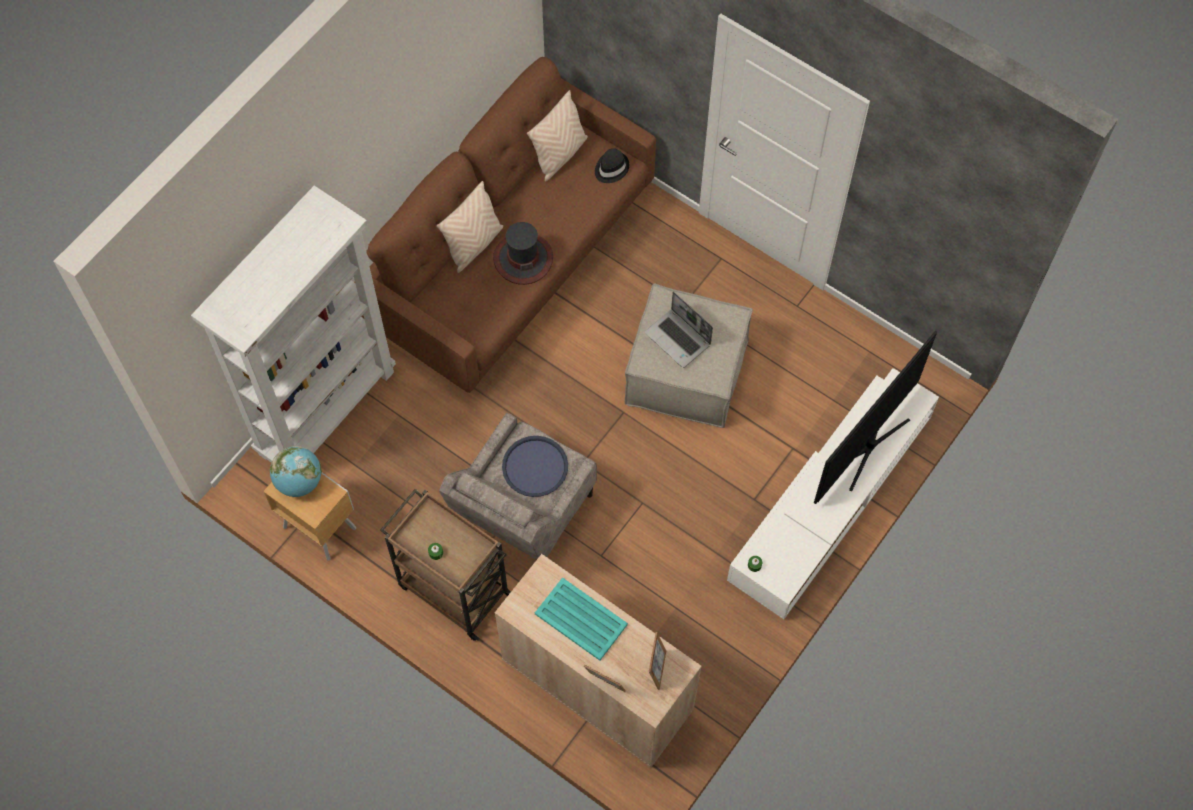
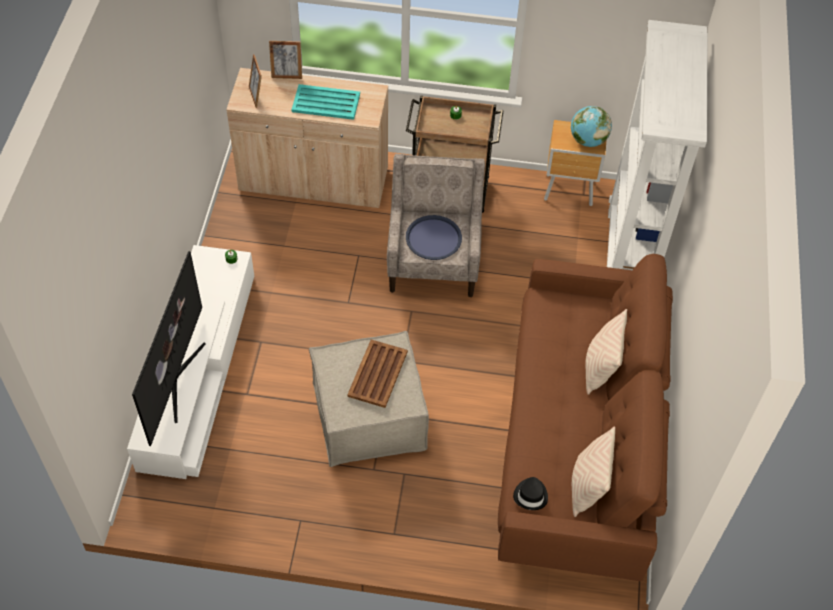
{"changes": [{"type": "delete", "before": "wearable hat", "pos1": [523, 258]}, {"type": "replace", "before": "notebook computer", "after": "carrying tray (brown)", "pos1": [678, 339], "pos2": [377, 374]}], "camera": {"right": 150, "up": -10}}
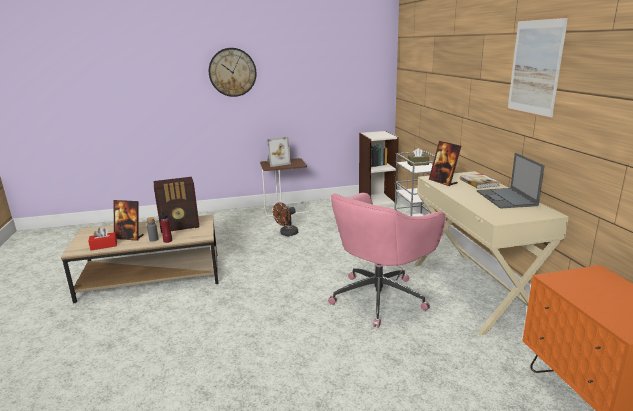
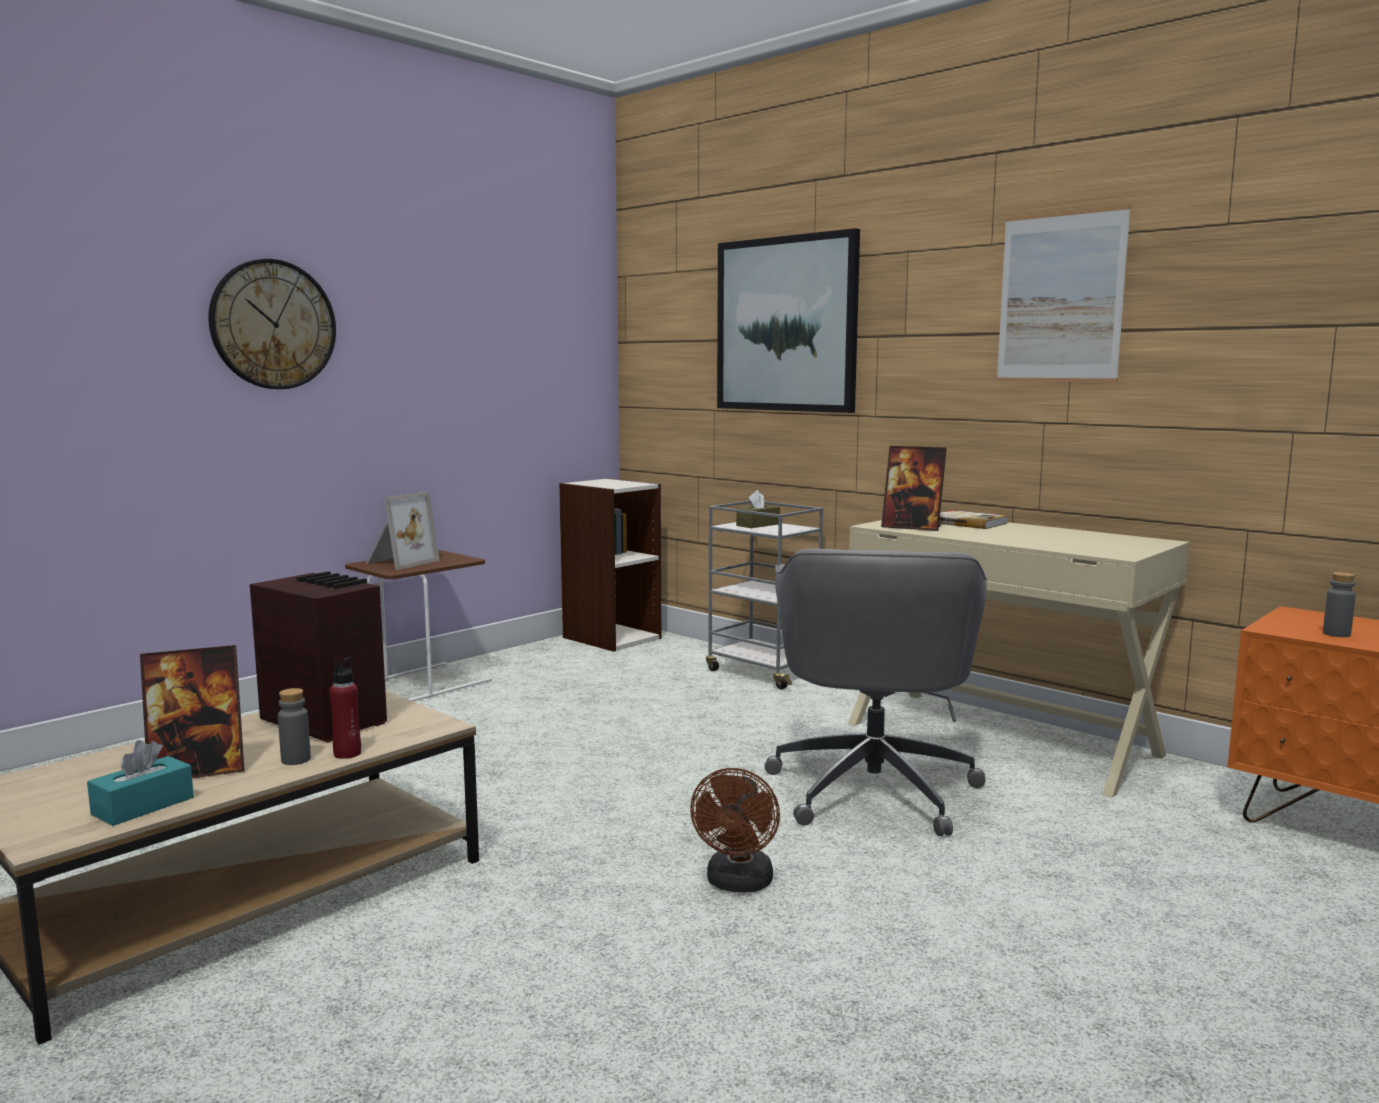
{"changes": [{"type": "delete", "before": "notebook computer", "pos1": [506, 198]}, {"type": "insert", "after": "wall picture", "pos2": [786, 324]}, {"type": "insert", "after": "drink bottle (greyish)", "pos2": [1336, 634]}, {"type": "move", "before": "cooling fan (brown)", "pos1": [286, 234], "pos2": [738, 884]}, {"type": "recolor", "before": "tissue holder (red-coloured)", "after": "tissue holder (turquoise)", "pos1": [104, 246], "pos2": [143, 806]}, {"type": "recolor", "before": "desk chair (pink)", "after": "desk chair (greyish)", "pos1": [380, 297], "pos2": [873, 788]}, {"type": "rotate", "before": "radio receiver", "pos1": [180, 226], "pos2": [324, 720], "turn": -90}], "camera": {"right": -35, "up": -10}}
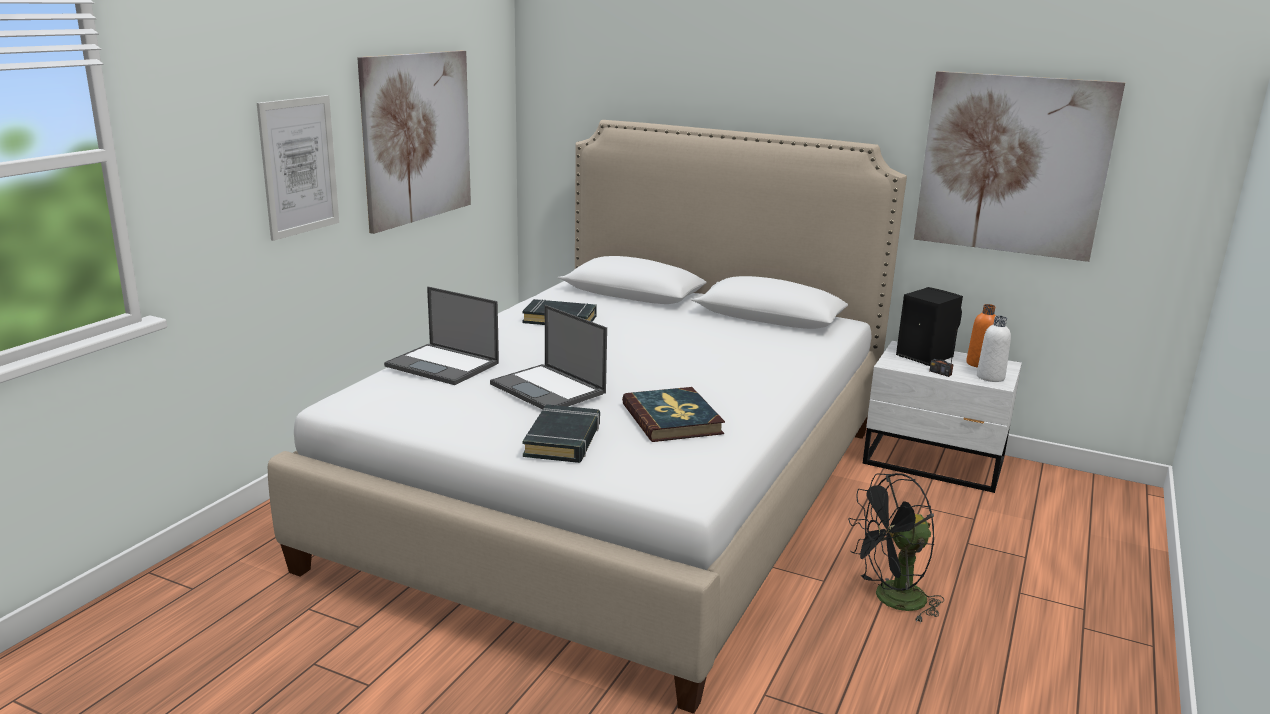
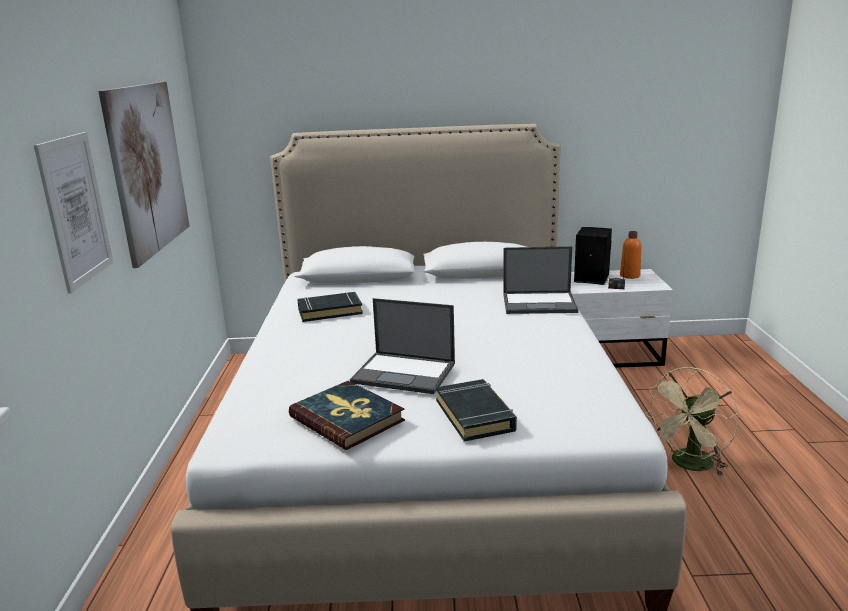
{"changes": [{"type": "delete", "before": "wall picture", "pos1": [1013, 165]}, {"type": "delete", "before": "drink bottle (white)", "pos1": [990, 377]}, {"type": "move", "before": "notebook computer", "pos1": [443, 365], "pos2": [540, 303]}, {"type": "move", "before": "bound book", "pos1": [672, 419], "pos2": [347, 418]}, {"type": "recolor", "before": "cooling fan (black-coloured)", "after": "cooling fan (beige)", "pos1": [891, 600], "pos2": [689, 465]}], "camera": {"right": -25, "up": 0}}
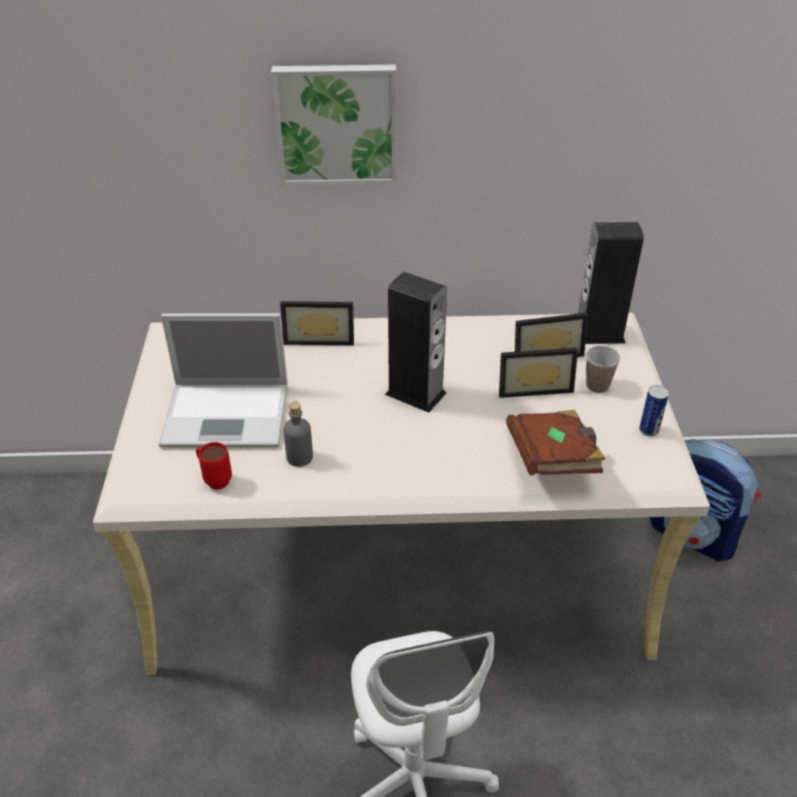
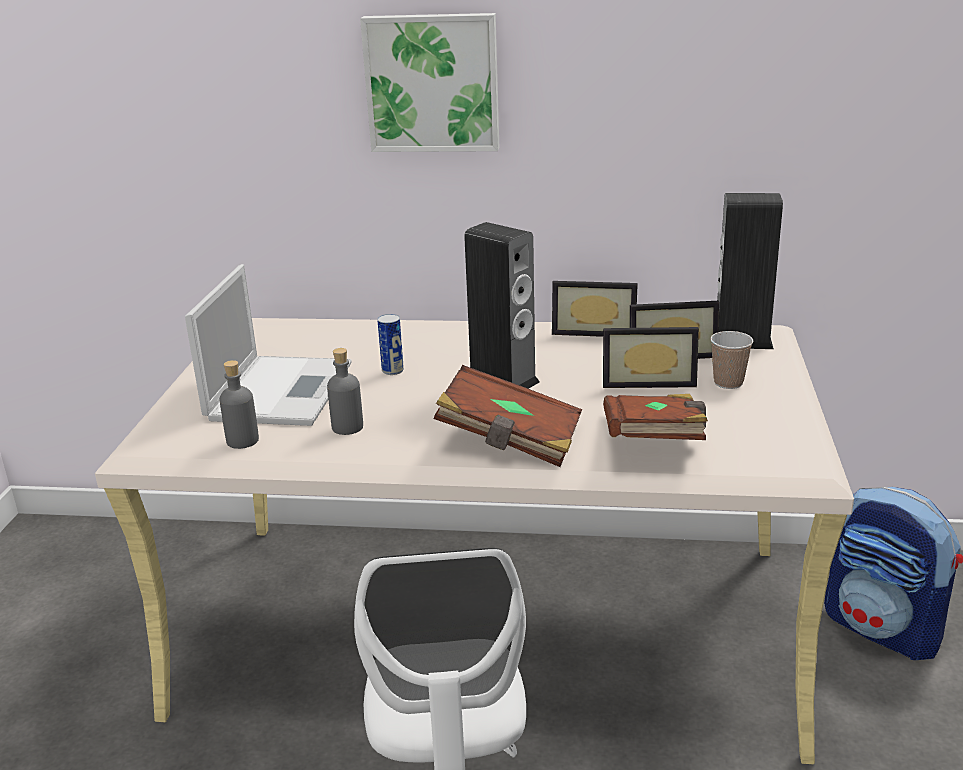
{"changes": [{"type": "insert", "after": "bound book (brown)", "pos2": [510, 441]}, {"type": "move", "before": "picture frame", "pos1": [319, 337], "pos2": [594, 330]}, {"type": "move", "before": "sealed can", "pos1": [648, 430], "pos2": [392, 371]}, {"type": "replace", "before": "coffee mug (red-coloured)", "after": "drink bottle (greyish)", "pos1": [214, 479], "pos2": [242, 440]}, {"type": "rotate", "before": "notebook computer", "pos1": [229, 415], "pos2": [281, 390], "turn": -90}], "camera": {"right": 10, "up": -15}}
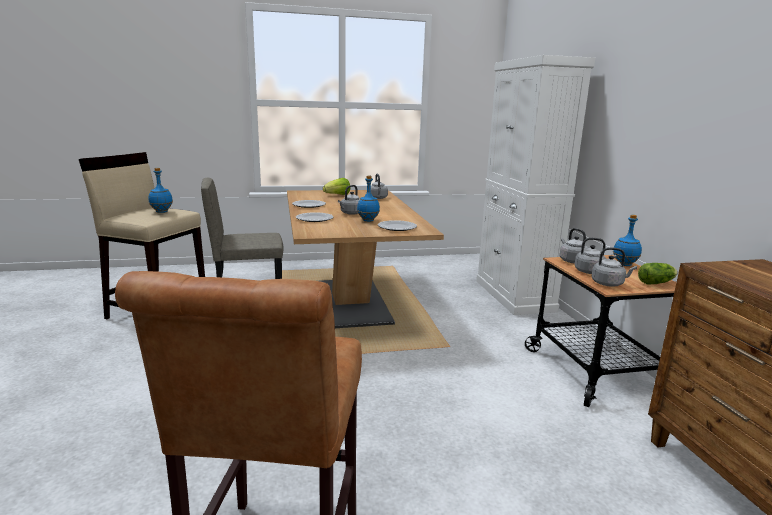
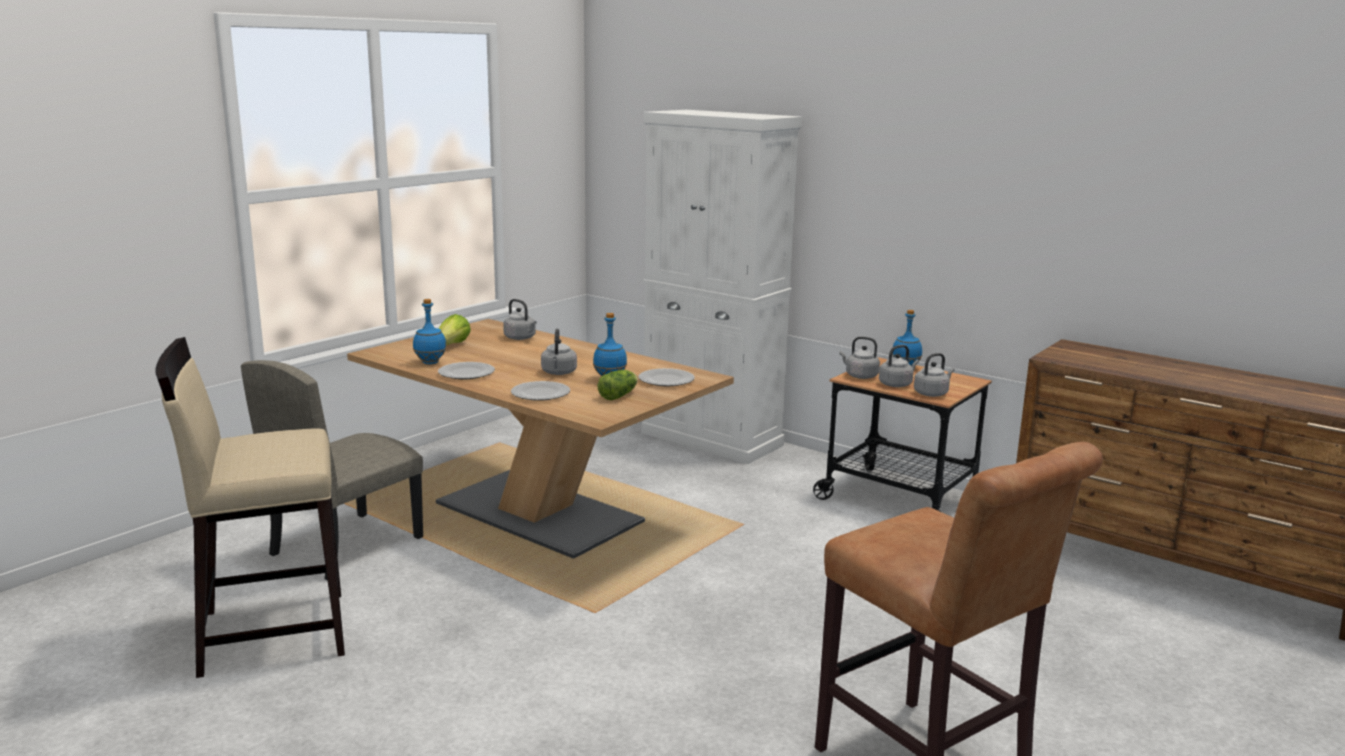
{"changes": [{"type": "move", "before": "drink bottle (blue)", "pos1": [161, 212], "pos2": [430, 363]}, {"type": "move", "before": "head of lettuce", "pos1": [657, 283], "pos2": [619, 395]}], "camera": {"right": -40, "up": 0}}
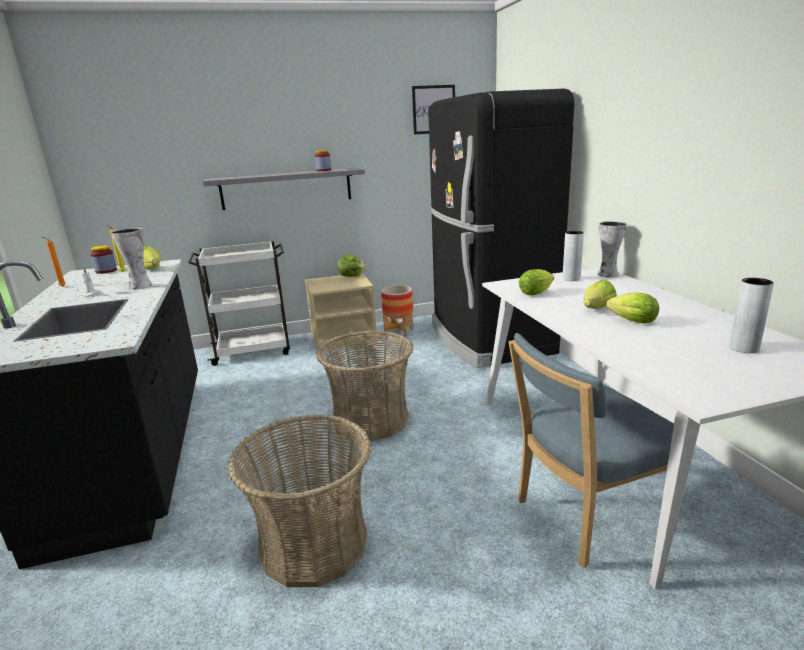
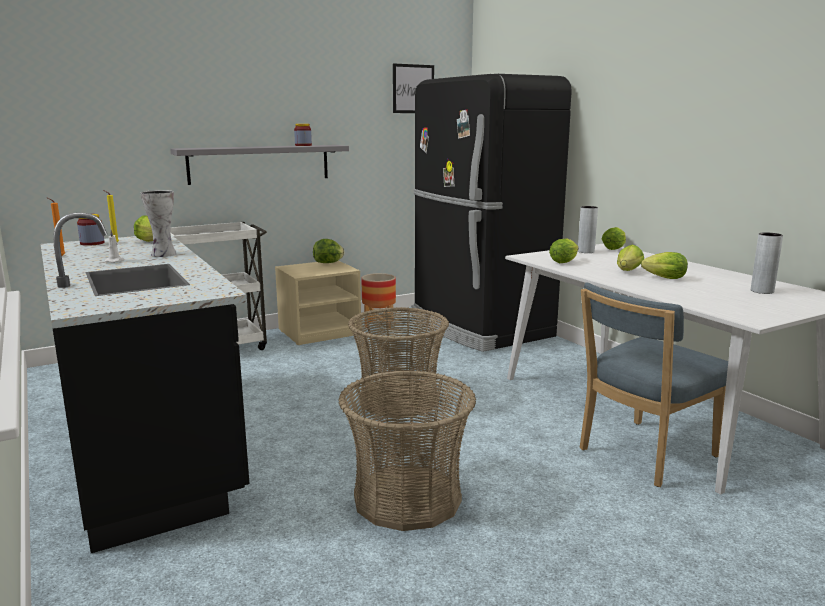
{"changes": [{"type": "replace", "before": "flower vase", "after": "head of lettuce", "pos1": [606, 274], "pos2": [614, 248]}], "camera": {"right": -15, "up": -5}}
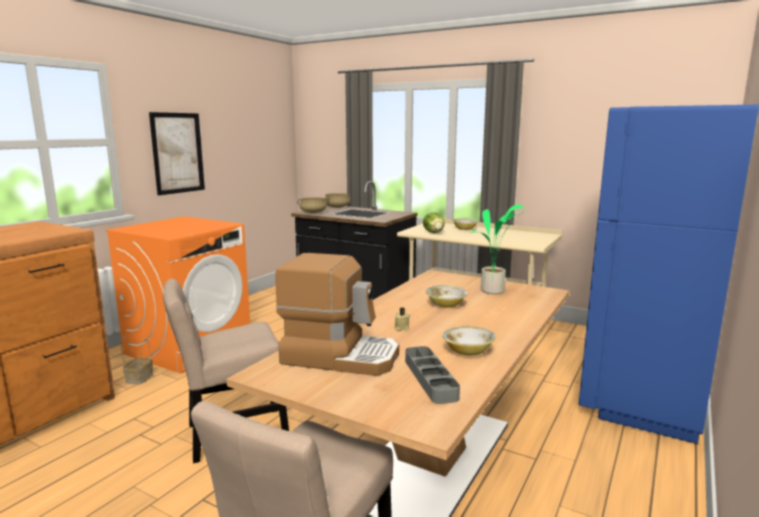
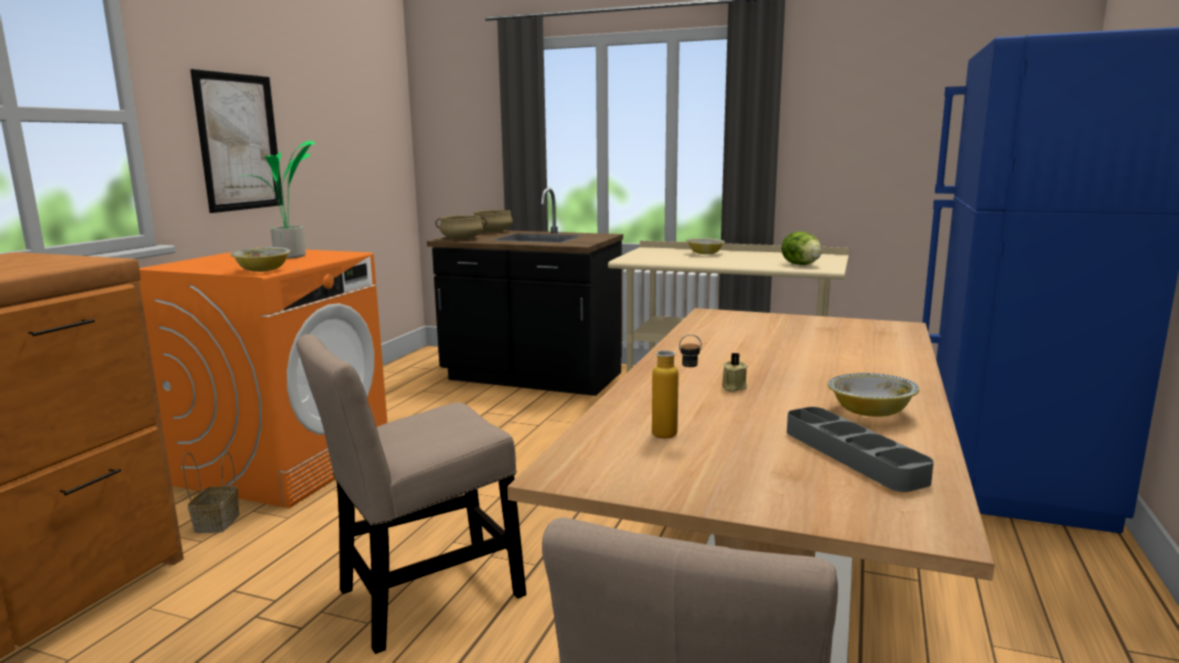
{"changes": [{"type": "move", "before": "head of lettuce", "pos1": [434, 233], "pos2": [801, 265]}, {"type": "move", "before": "bowl", "pos1": [446, 305], "pos2": [263, 270]}, {"type": "move", "before": "potted plant", "pos1": [494, 291], "pos2": [291, 257]}, {"type": "replace", "before": "coffee maker", "after": "drink bottle", "pos1": [340, 356], "pos2": [675, 434]}], "camera": {"right": -10, "up": 0}}
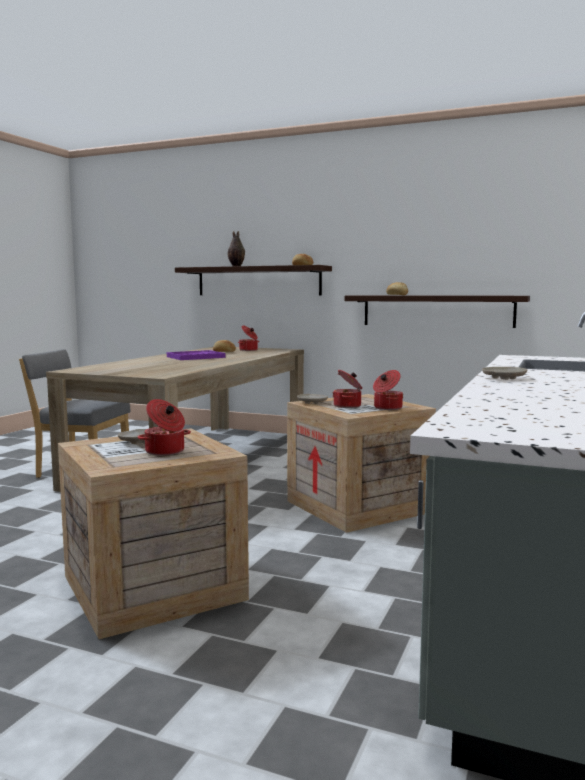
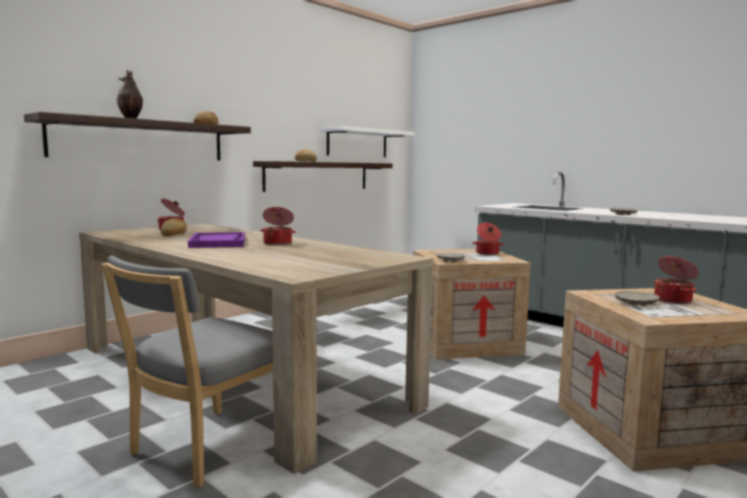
{"changes": [{"type": "insert", "after": "wall shelf (white)", "pos2": [357, 143]}, {"type": "move", "before": "saucepot", "pos1": [348, 406], "pos2": [278, 243]}], "camera": {"right": -70, "up": 0}}
